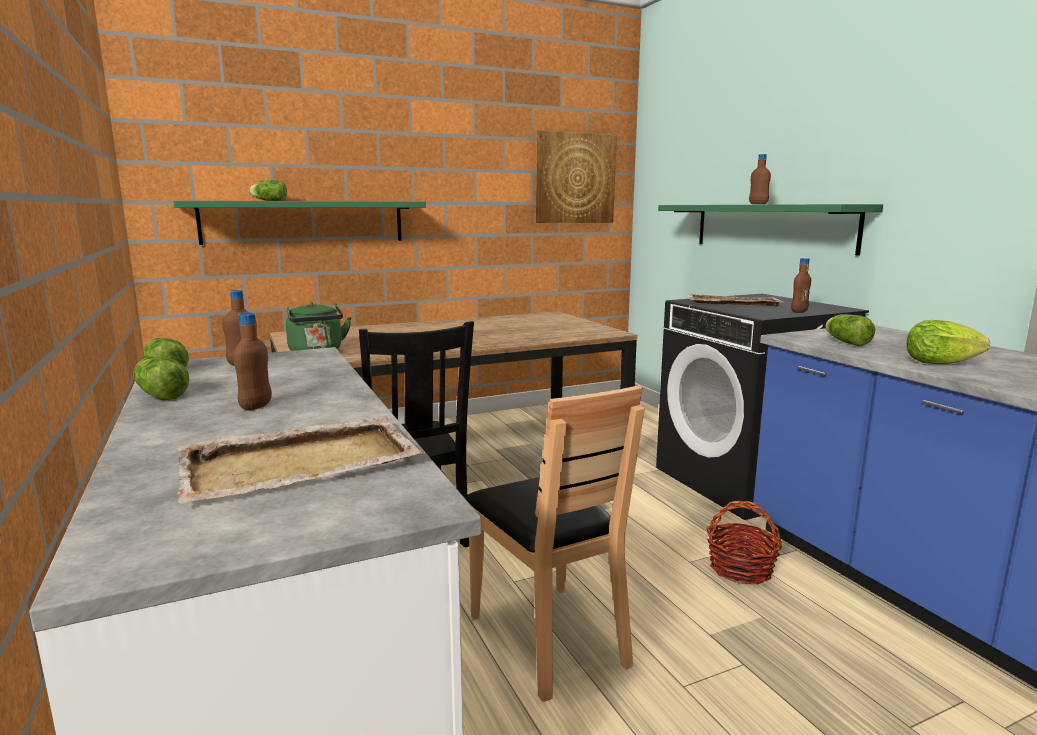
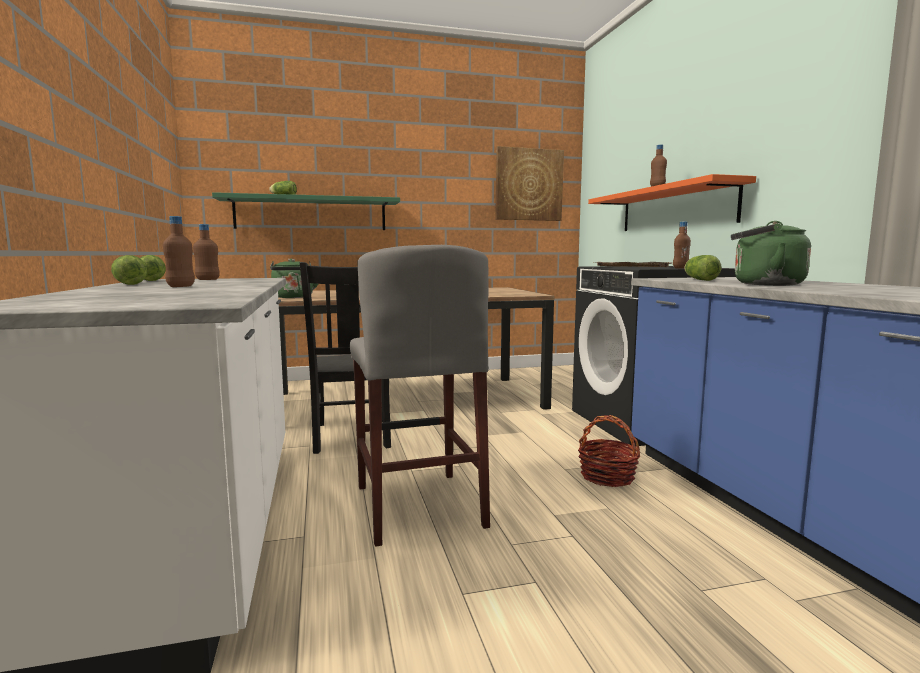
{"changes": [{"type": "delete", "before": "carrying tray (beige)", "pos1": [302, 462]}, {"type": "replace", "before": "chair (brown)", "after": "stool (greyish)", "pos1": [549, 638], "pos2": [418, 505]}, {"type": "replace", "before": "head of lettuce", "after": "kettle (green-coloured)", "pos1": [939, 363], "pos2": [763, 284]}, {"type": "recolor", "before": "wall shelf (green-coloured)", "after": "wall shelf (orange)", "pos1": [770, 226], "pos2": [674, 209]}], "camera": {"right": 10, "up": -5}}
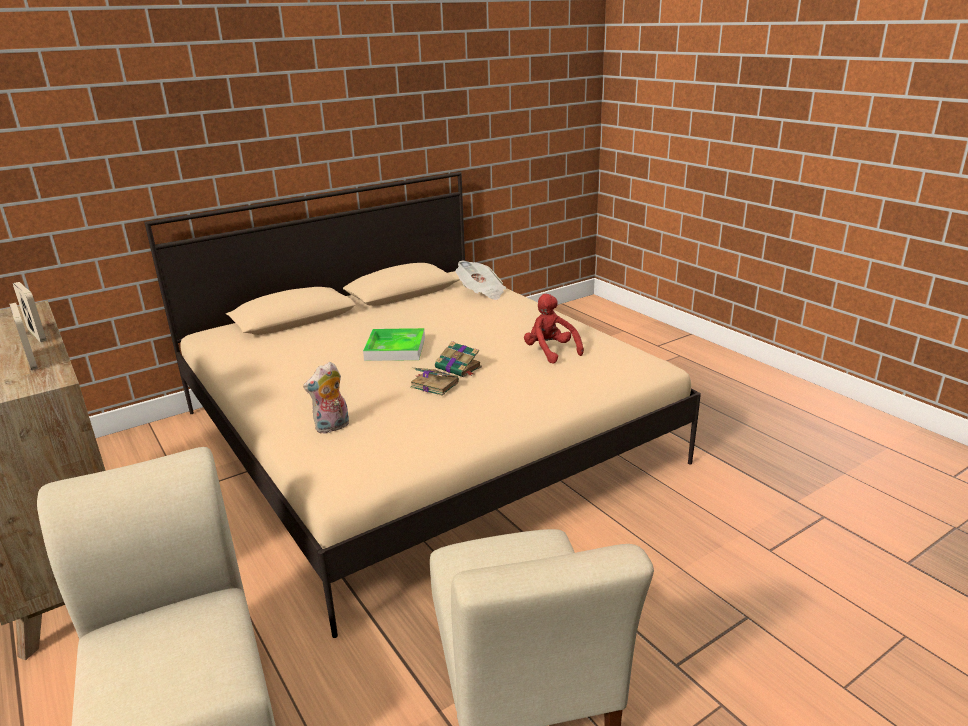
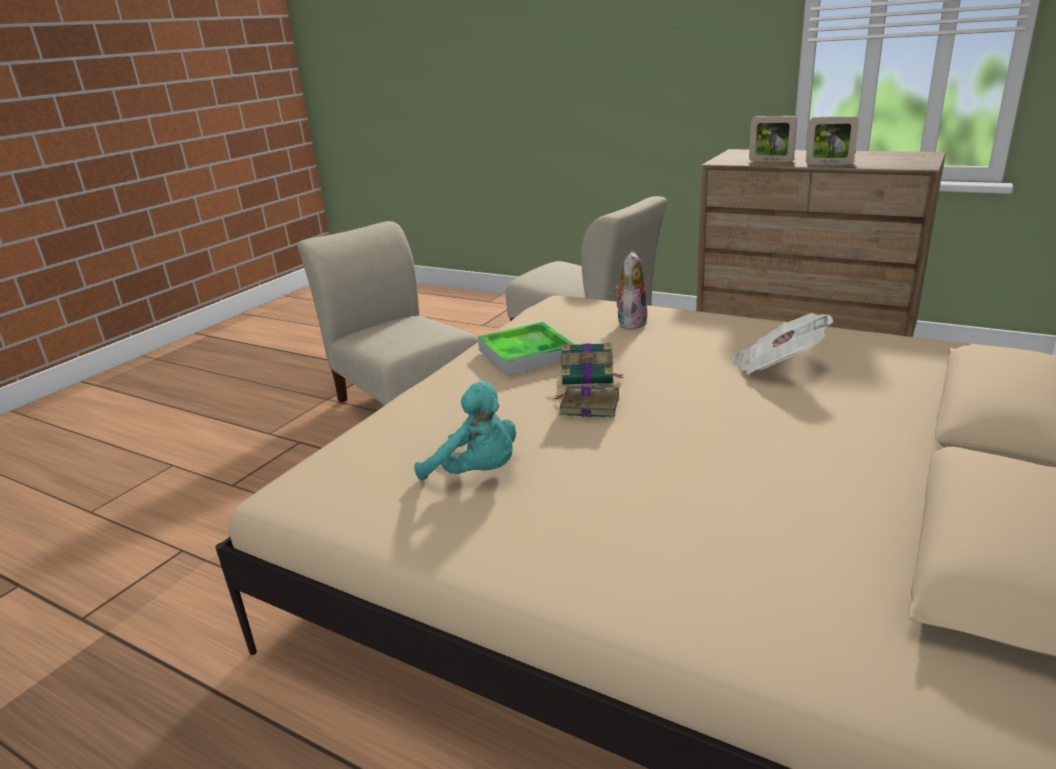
{"changes": [{"type": "move", "before": "carrying tray", "pos1": [395, 348], "pos2": [526, 354]}, {"type": "move", "before": "newspaper", "pos1": [481, 293], "pos2": [776, 366]}, {"type": "recolor", "before": "soft toy (red-coloured)", "after": "soft toy (turquoise)", "pos1": [550, 351], "pos2": [477, 473]}], "camera": {"right": 155, "up": 0}}
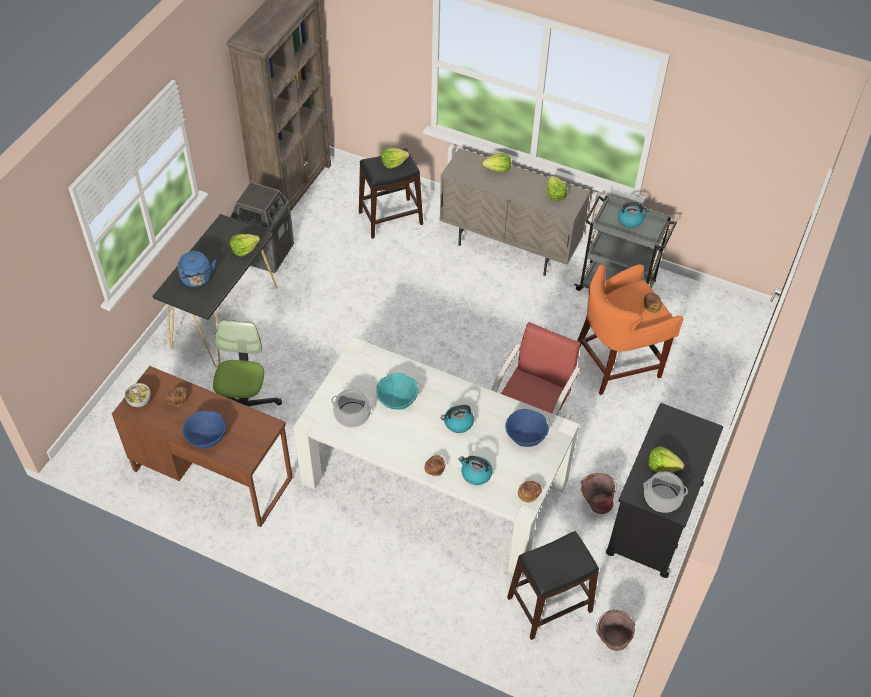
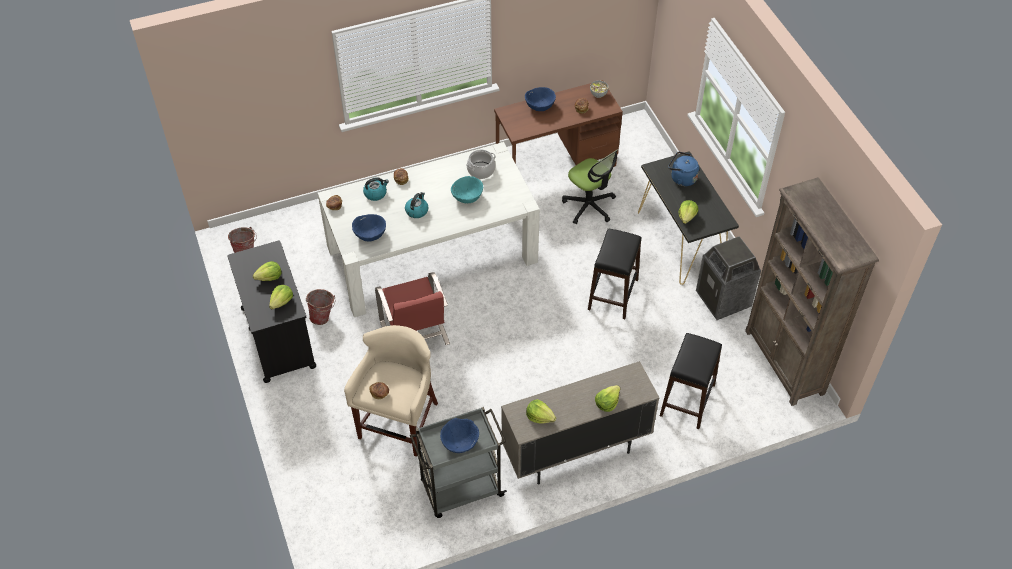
{"changes": [{"type": "delete", "before": "saucepot", "pos1": [662, 498]}, {"type": "move", "before": "head of lettuce", "pos1": [393, 162], "pos2": [282, 302]}, {"type": "move", "before": "stool (black-coloured)", "pos1": [549, 604], "pos2": [613, 294]}, {"type": "replace", "before": "kettle", "after": "bowl (blue)", "pos1": [630, 220], "pos2": [460, 442]}, {"type": "recolor", "before": "stool (orange)", "after": "stool (beige)", "pos1": [616, 363], "pos2": [399, 423]}], "camera": {"right": 135, "up": 0}}
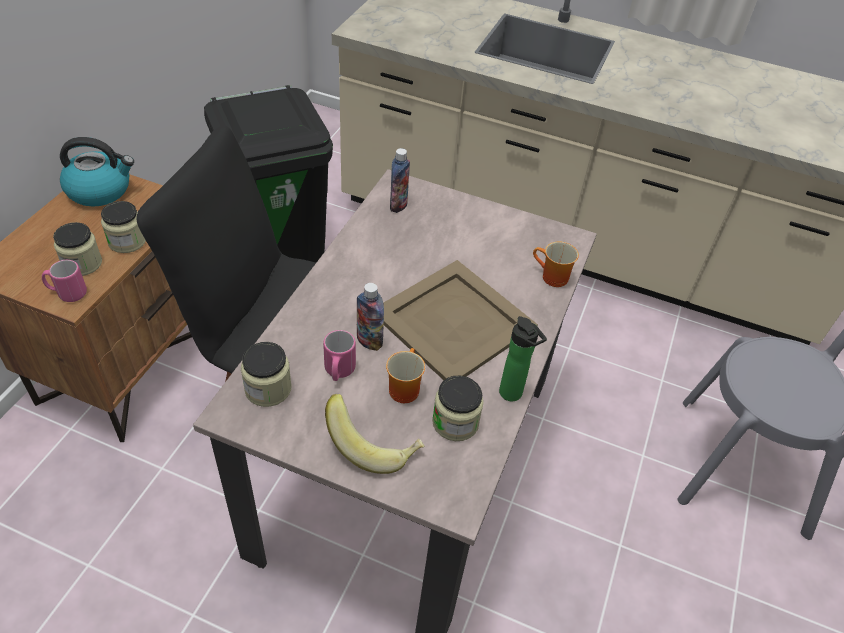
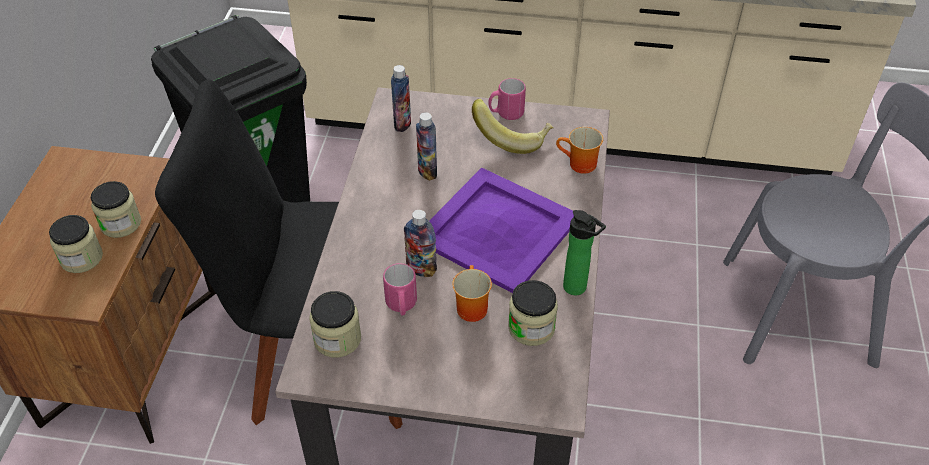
{"changes": [{"type": "delete", "before": "kettle", "pos1": [100, 190]}, {"type": "insert", "after": "drink bottle", "pos2": [427, 171]}, {"type": "move", "before": "coffee mug (pink)", "pos1": [67, 293], "pos2": [506, 113]}, {"type": "move", "before": "banana", "pos1": [374, 445], "pos2": [512, 138]}, {"type": "recolor", "before": "carrying tray (beige)", "after": "carrying tray (purplish)", "pos1": [455, 321], "pos2": [499, 229]}], "camera": {"right": -10, "up": 0}}
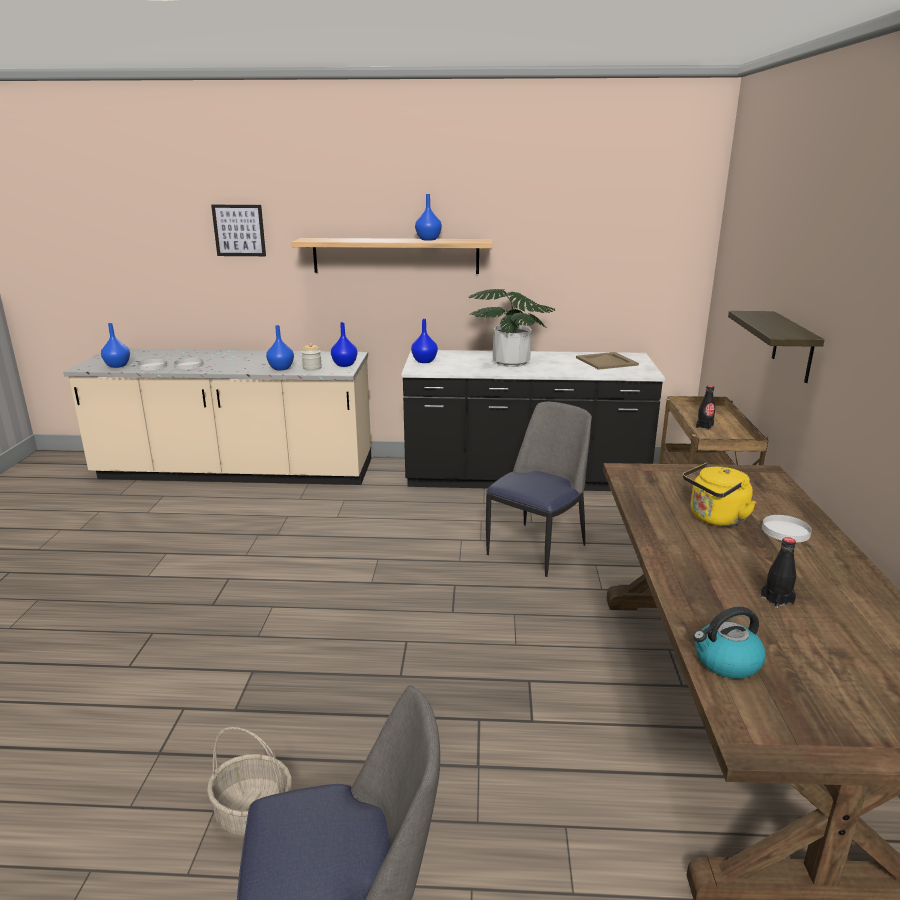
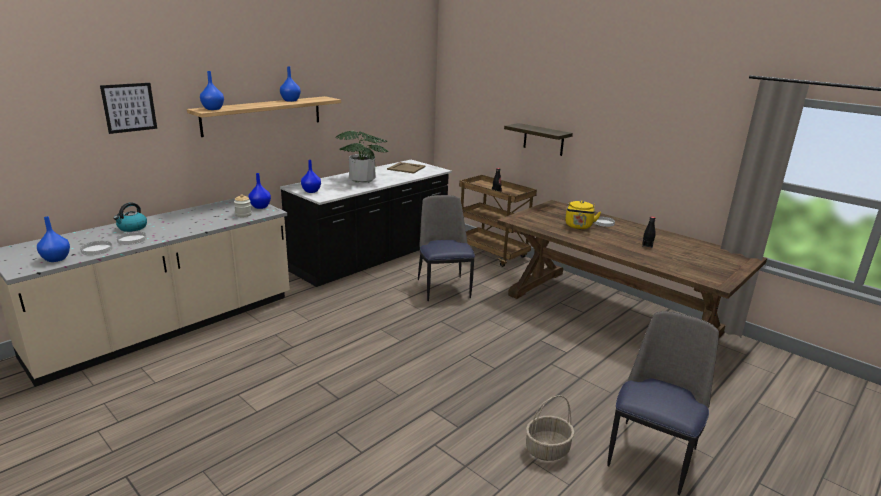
{"changes": [{"type": "move", "before": "flower vase (blue)", "pos1": [281, 368], "pos2": [213, 109]}, {"type": "move", "before": "kettle", "pos1": [726, 662], "pos2": [132, 228]}], "camera": {"right": -50, "up": 0}}
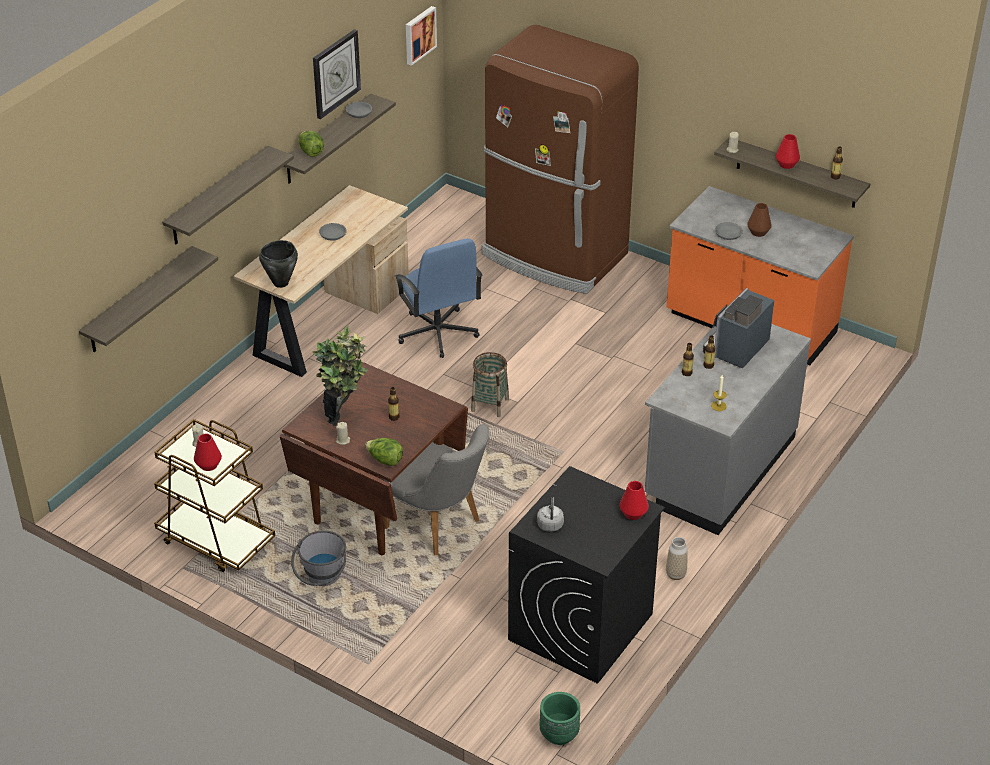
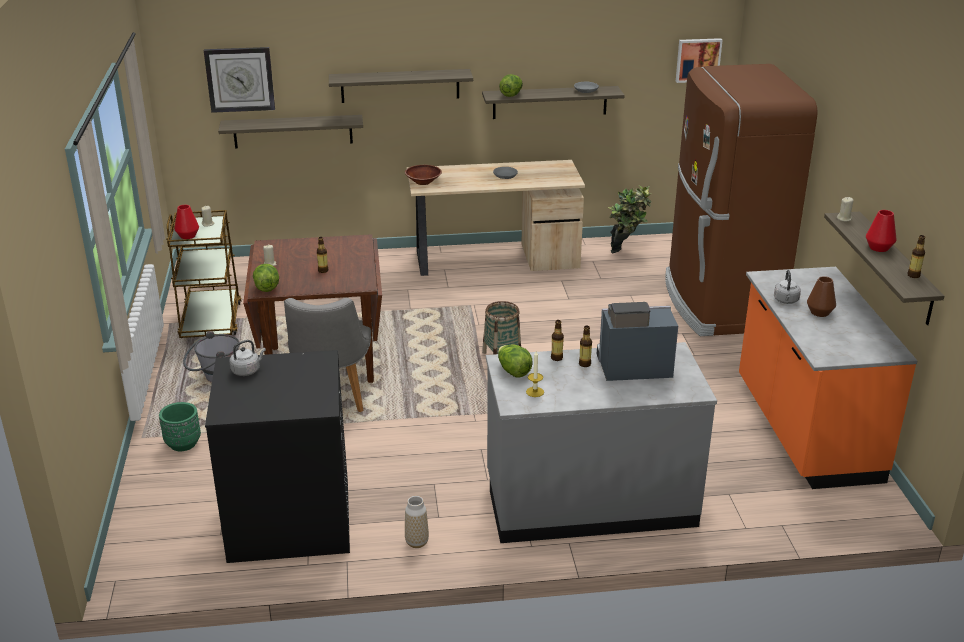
{"changes": [{"type": "delete", "before": "desk chair (blue)", "pos1": [437, 333]}, {"type": "delete", "before": "flower vase (red-coloured)", "pos1": [633, 513]}, {"type": "insert", "after": "head of lettuce", "pos2": [513, 371]}, {"type": "move", "before": "wall clock", "pos1": [335, 73], "pos2": [240, 79]}, {"type": "move", "before": "potted plant", "pos1": [343, 413], "pos2": [626, 251]}, {"type": "move", "before": "flower pot (green-coloured)", "pos1": [559, 734], "pos2": [183, 443]}, {"type": "replace", "before": "saucepot (black-coloured)", "after": "bowl (brown)", "pos1": [280, 283], "pos2": [423, 182]}, {"type": "replace", "before": "bowl (greyish)", "after": "kettle (greyish)", "pos1": [728, 235], "pos2": [786, 301]}], "camera": {"right": 50, "up": -10}}
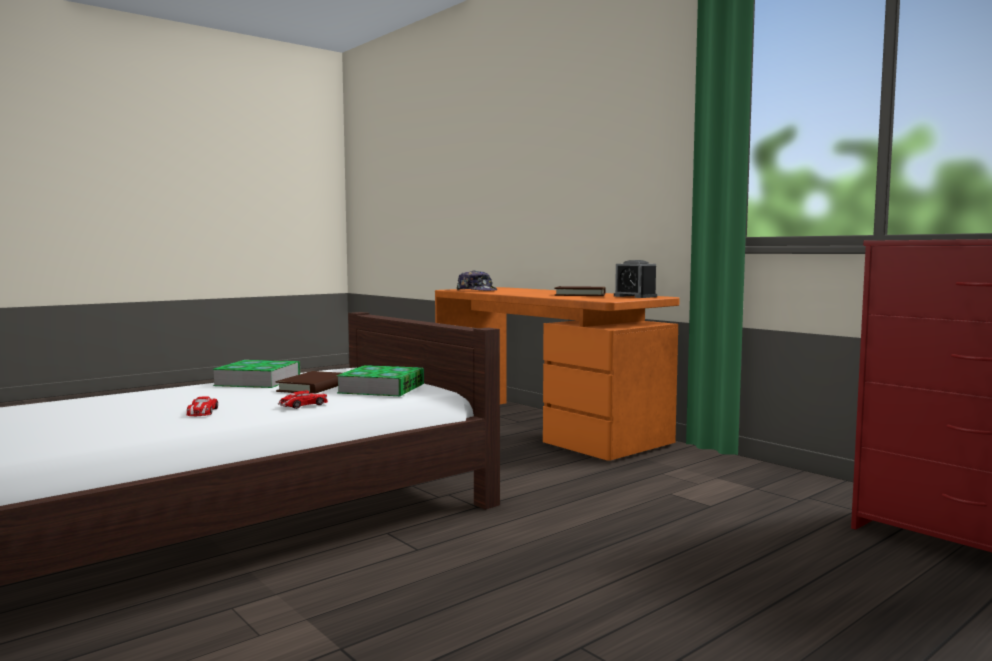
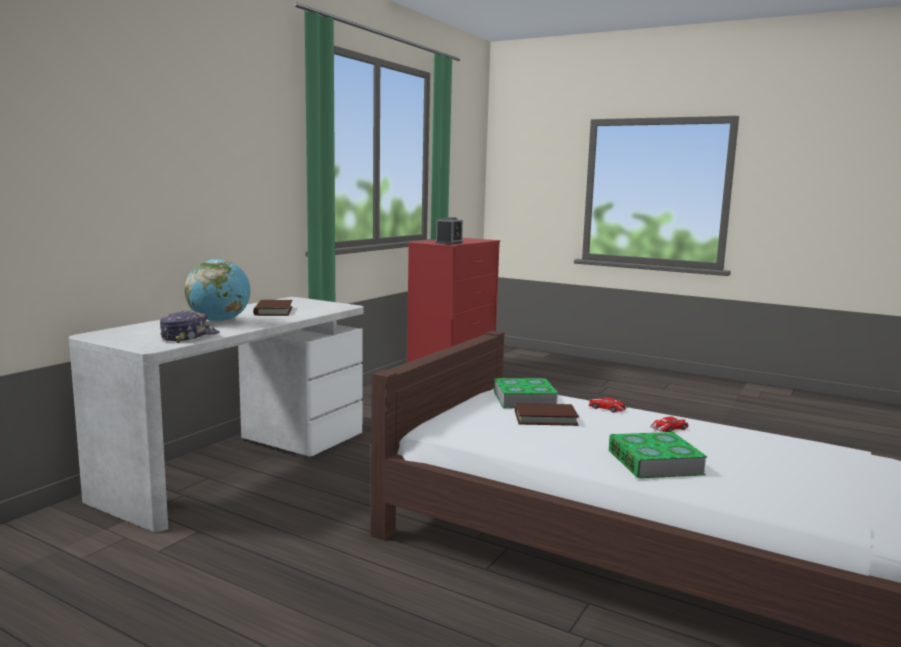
{"changes": [{"type": "insert", "after": "world globe", "pos2": [219, 321]}, {"type": "move", "before": "bound book", "pos1": [258, 381], "pos2": [654, 462]}, {"type": "move", "before": "bedside clock", "pos1": [635, 296], "pos2": [449, 243]}, {"type": "recolor", "before": "desk unit (orange)", "after": "desk unit (white)", "pos1": [546, 427], "pos2": [239, 463]}], "camera": {"right": -110, "up": 5}}
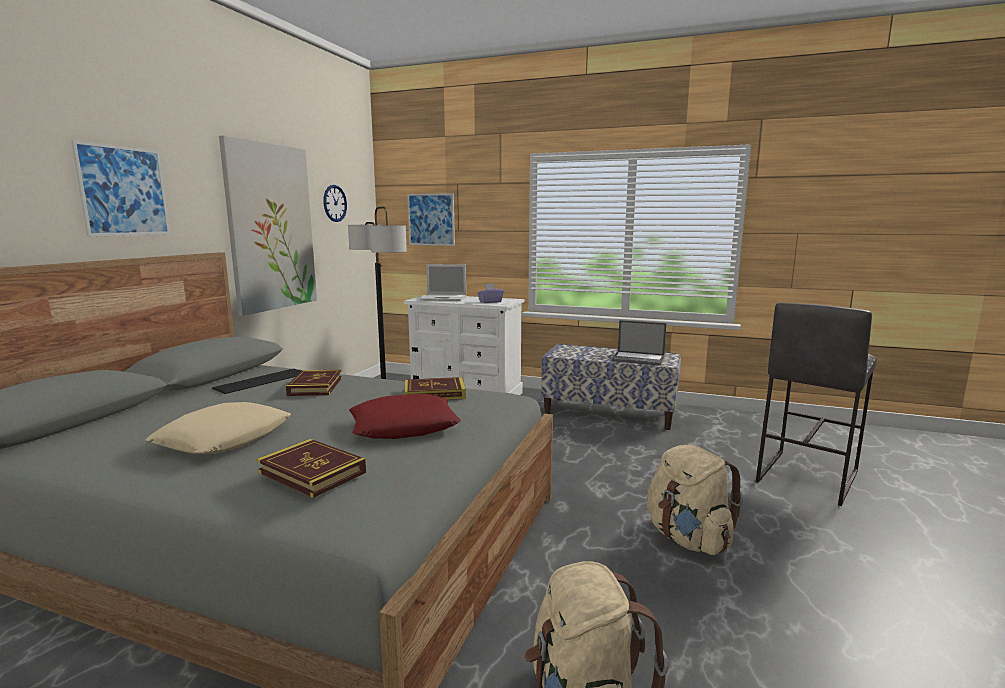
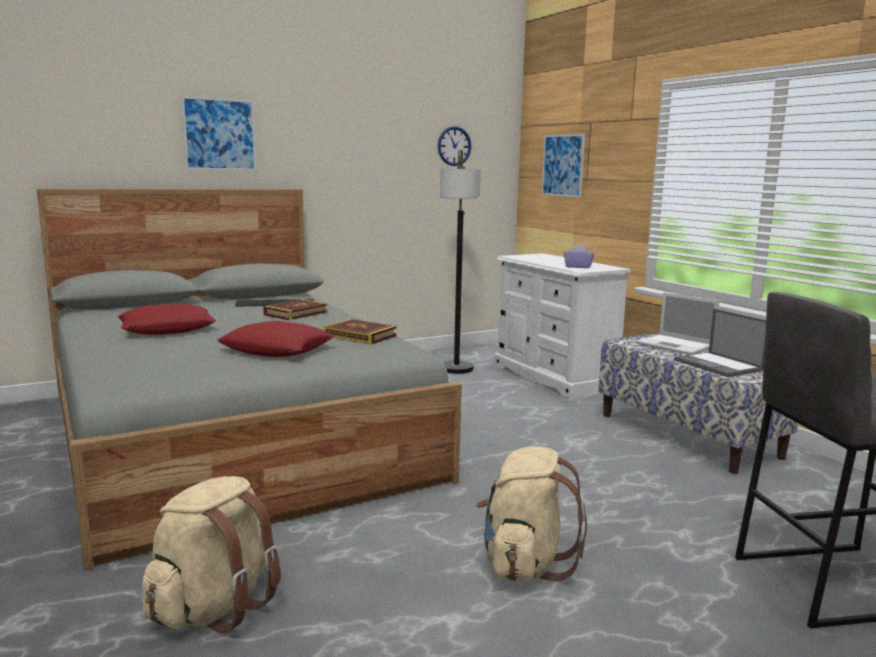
{"changes": [{"type": "delete", "before": "wall picture", "pos1": [271, 228]}, {"type": "delete", "before": "bound book", "pos1": [312, 472]}, {"type": "move", "before": "notebook computer", "pos1": [444, 298], "pos2": [676, 345]}, {"type": "recolor", "before": "cushion (beige)", "after": "cushion (red-coloured)", "pos1": [224, 438], "pos2": [167, 328]}], "camera": {"right": 40, "up": 0}}
